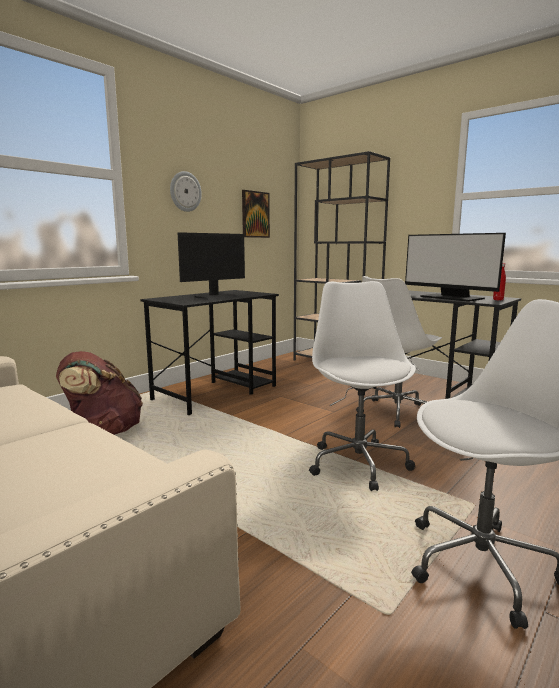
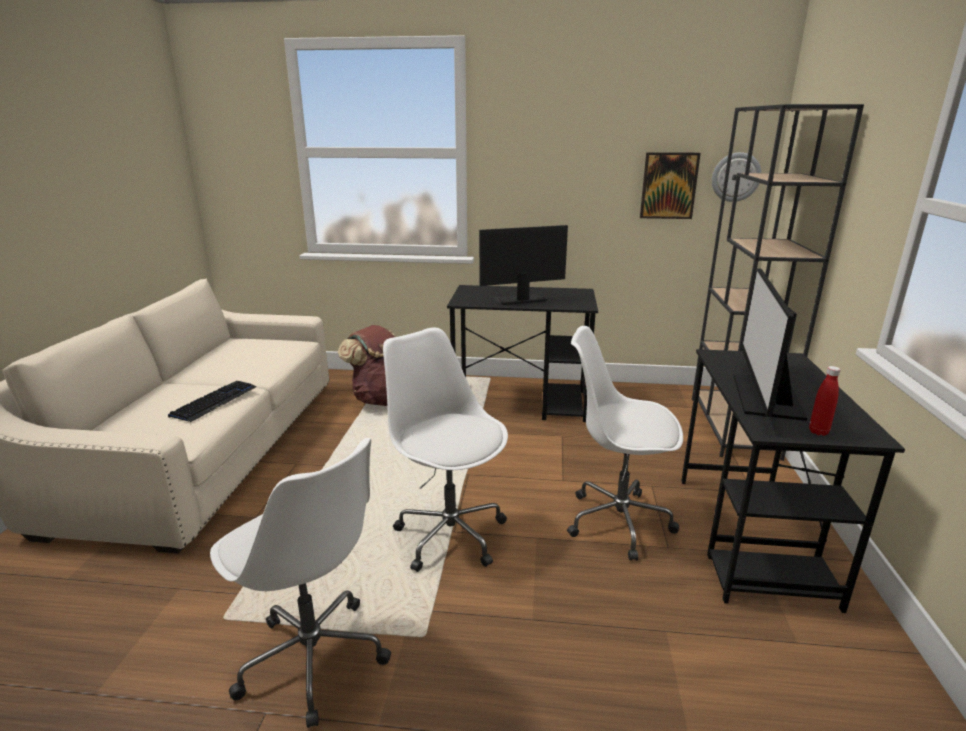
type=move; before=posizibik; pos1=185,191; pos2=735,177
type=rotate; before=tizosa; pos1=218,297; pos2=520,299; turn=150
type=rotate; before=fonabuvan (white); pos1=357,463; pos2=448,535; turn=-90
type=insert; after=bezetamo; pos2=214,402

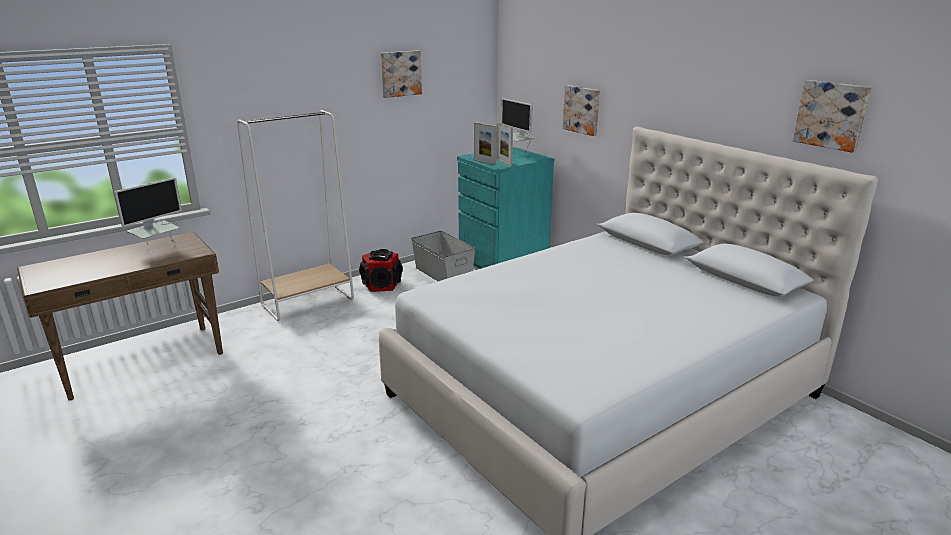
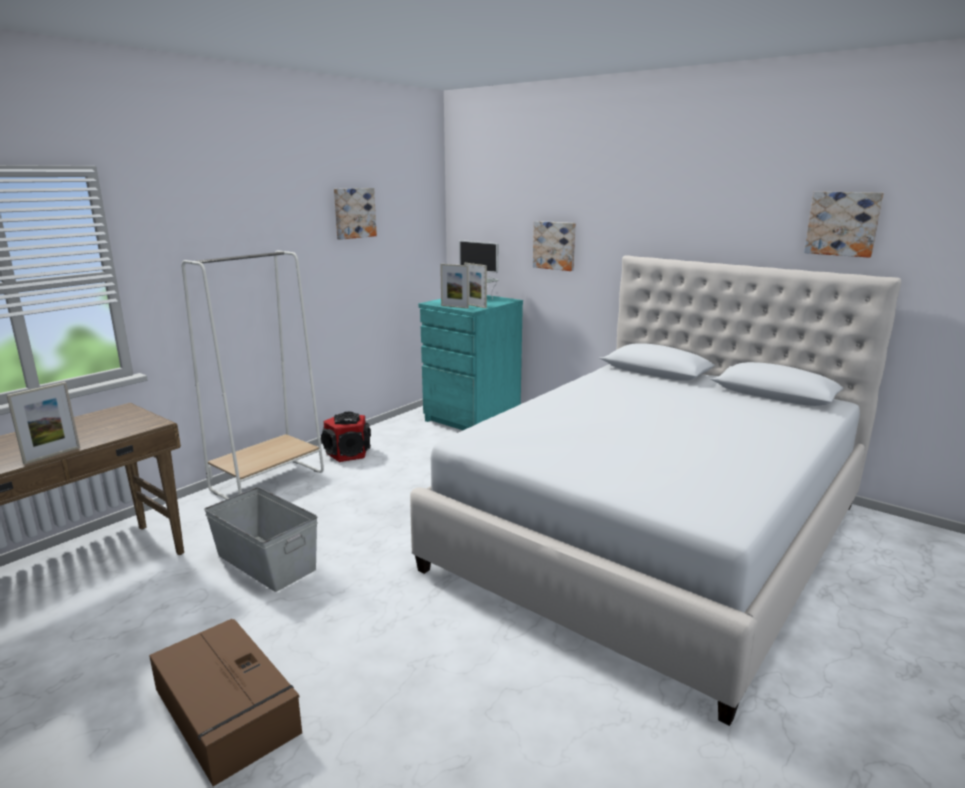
type=delete; before=tizosa; pos1=157,248
type=move; before=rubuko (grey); pos1=443,274; pos2=266,562
type=insert; after=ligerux; pos2=52,455
type=insert; after=rubuko (brown); pos2=227,712

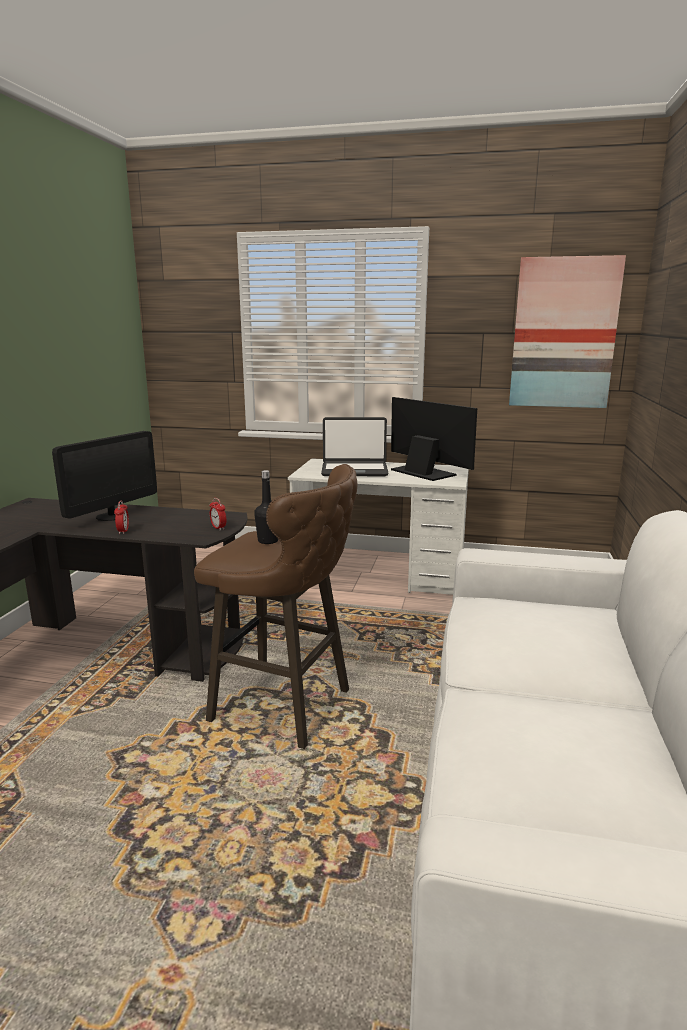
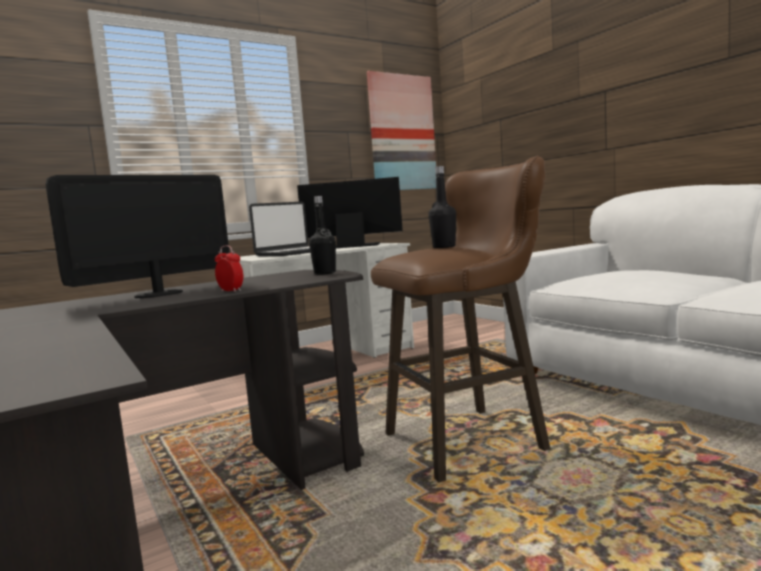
type=rotate; before=tizosa; pos1=112,516; pos2=158,294; turn=-120
type=replace; before=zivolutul; after=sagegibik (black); pos1=218,528; pos2=325,273

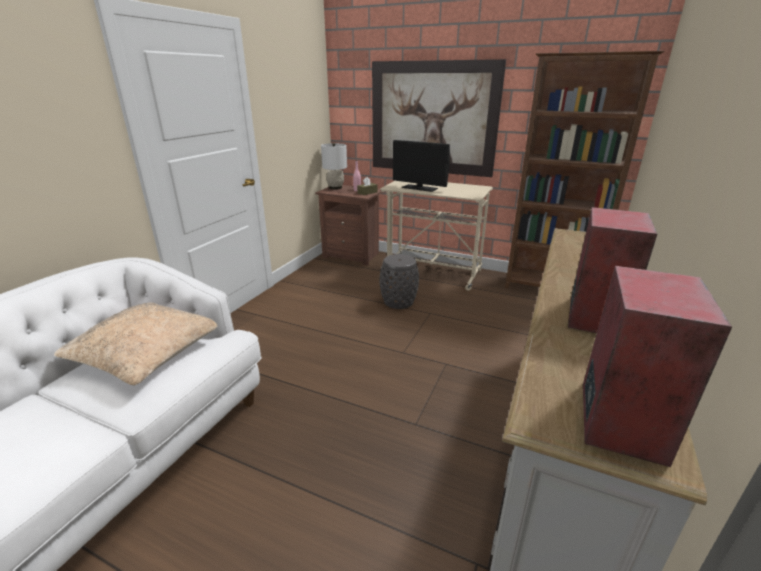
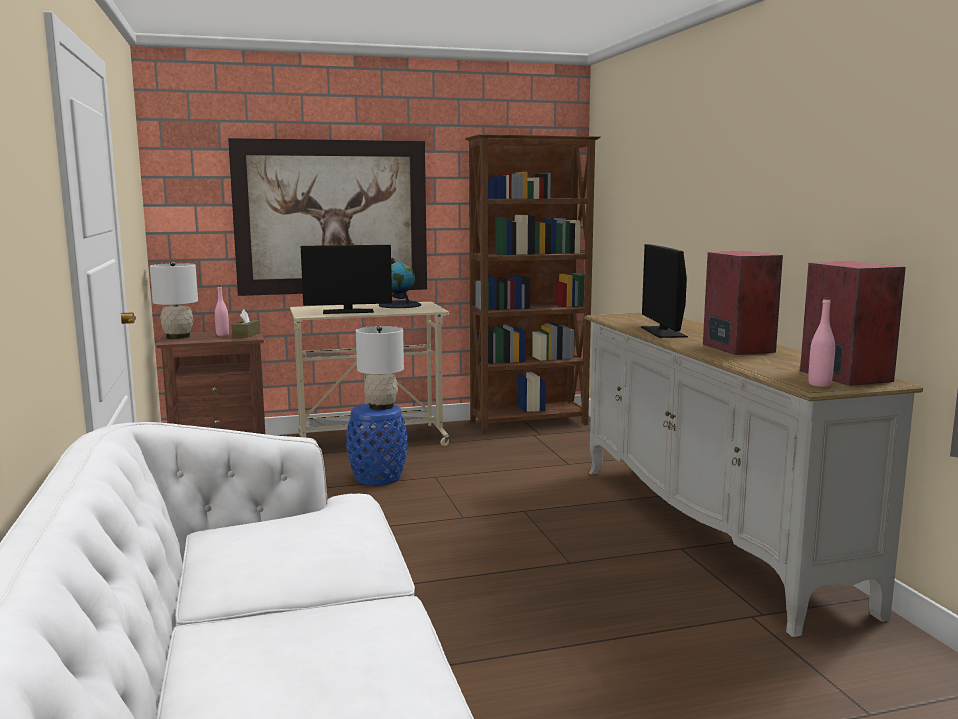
type=recolor; before=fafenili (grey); after=fafenili (blue); pos1=398,302; pos2=377,478
type=delete; before=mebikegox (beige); pos1=147,352
type=insert; after=tizosa; pos2=663,332
type=insert; after=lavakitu; pos2=400,305
type=insert; after=sagegibik (pink); pos2=819,384
type=insert; after=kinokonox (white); pos2=381,406

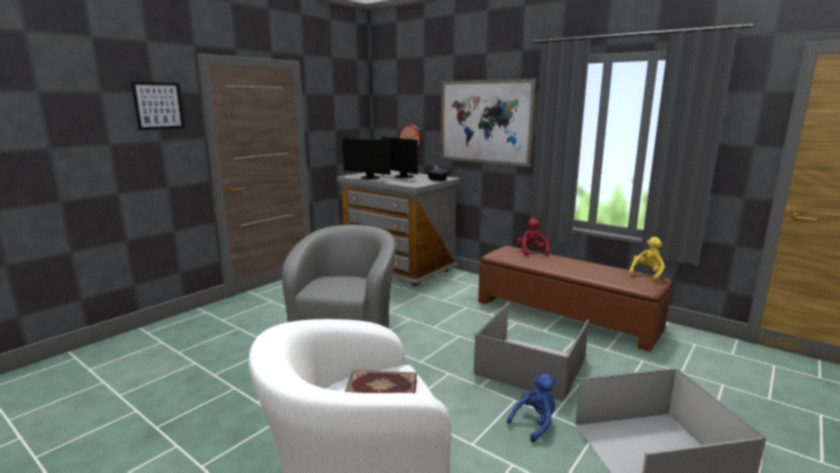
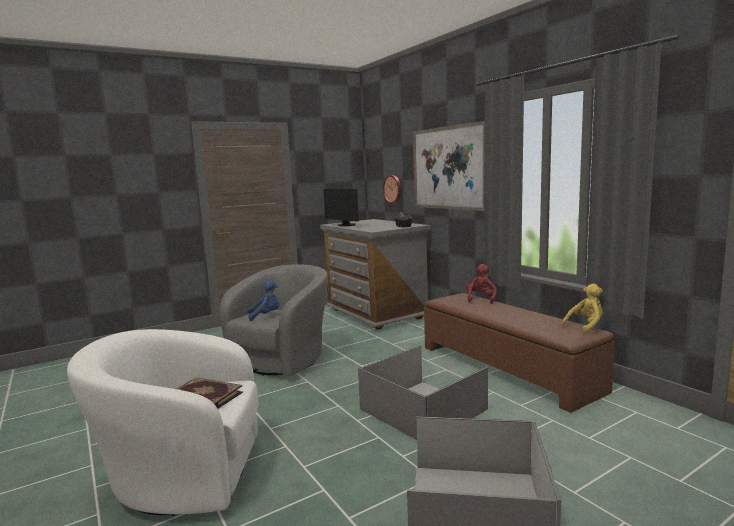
type=delete; before=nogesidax; pos1=158,106
type=delete; before=tizosa; pos1=402,177
type=move; before=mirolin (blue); pos1=535,423; pos2=266,315

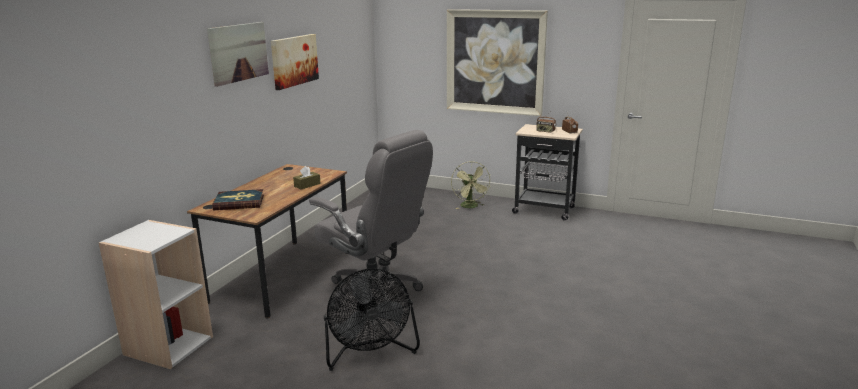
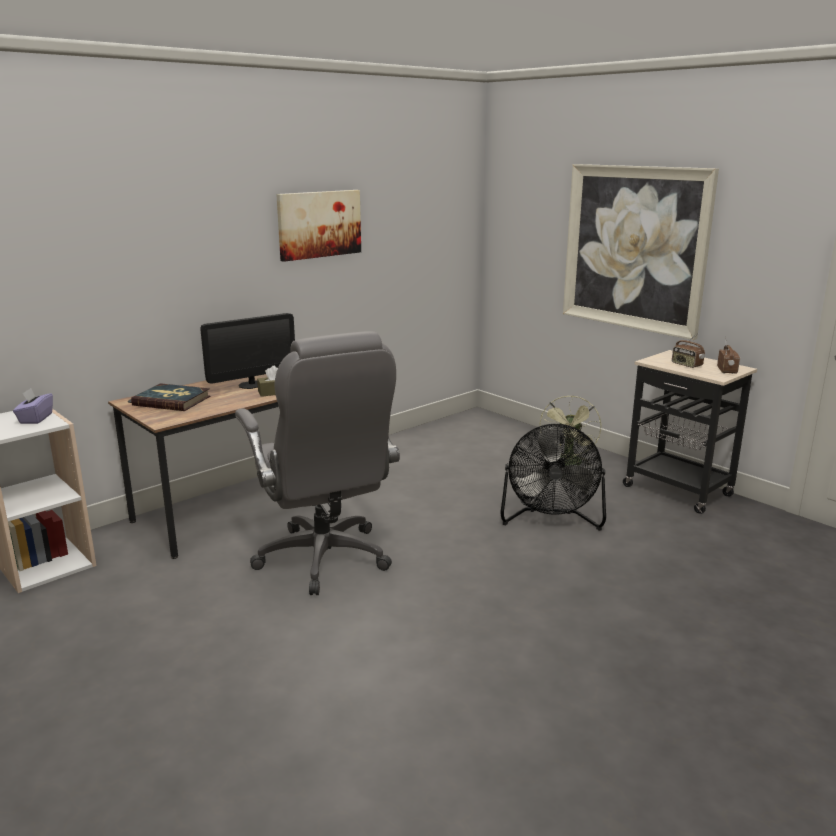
type=delete; before=nogesidax; pos1=239,52
type=move; before=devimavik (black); pos1=366,352; pos2=547,518
type=insert; after=tizosa; pos2=252,385
type=insert; after=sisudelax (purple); pos2=35,418

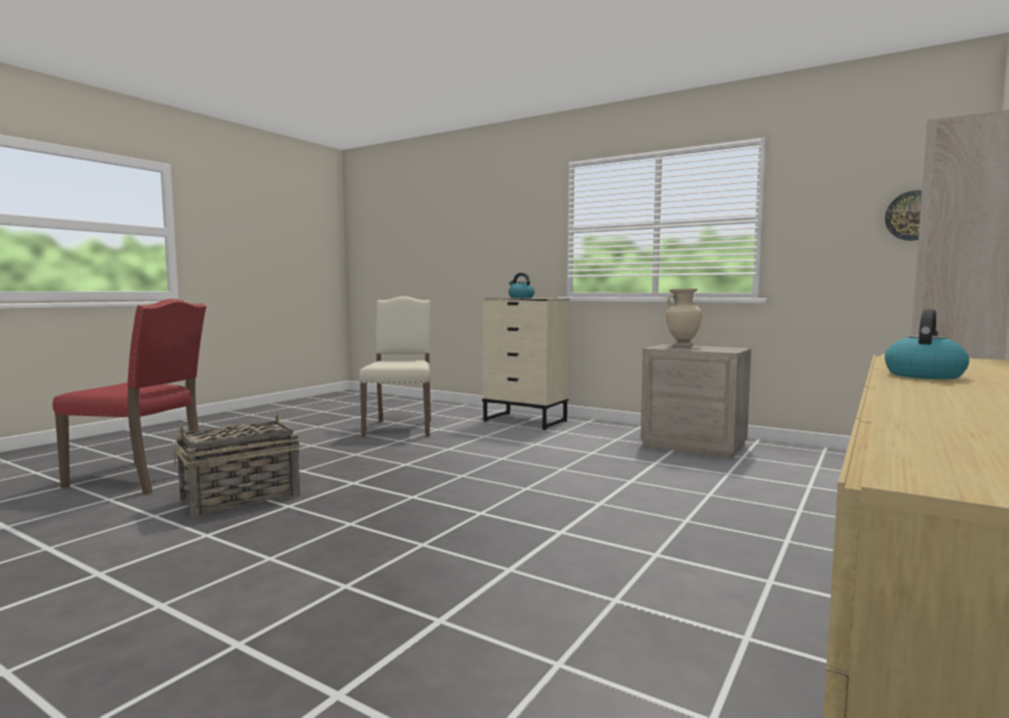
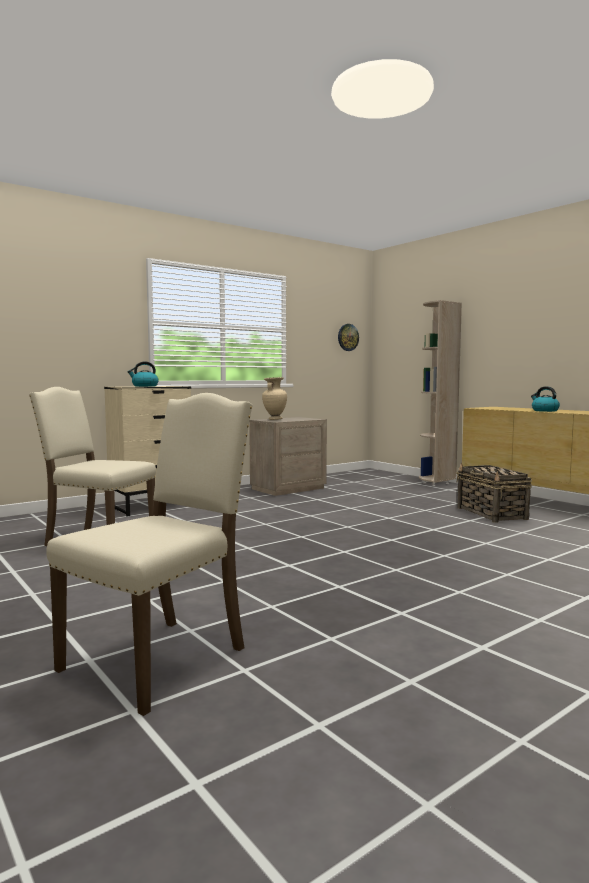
type=recolor; before=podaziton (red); after=podaziton (beige); pos1=142,478; pos2=160,658
type=move; before=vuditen; pos1=239,498; pos2=492,514

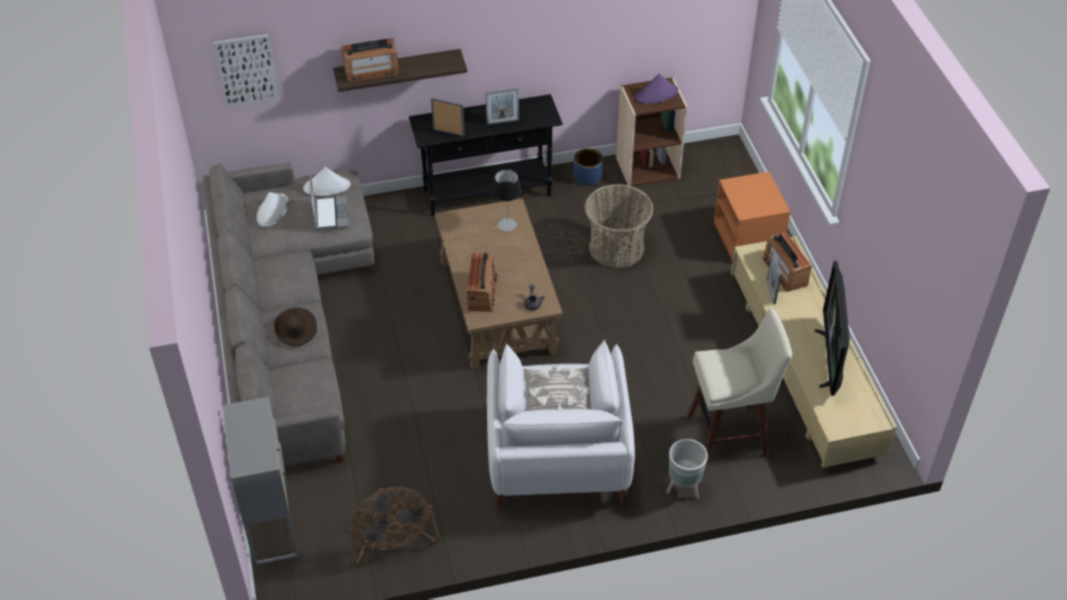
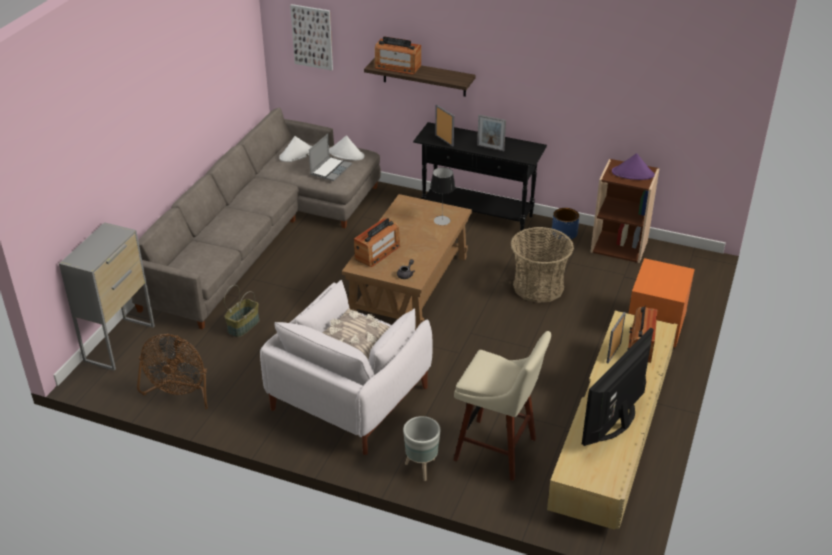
type=delete; before=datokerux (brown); pos1=295,328
type=insert; after=vuditen; pos2=243,325

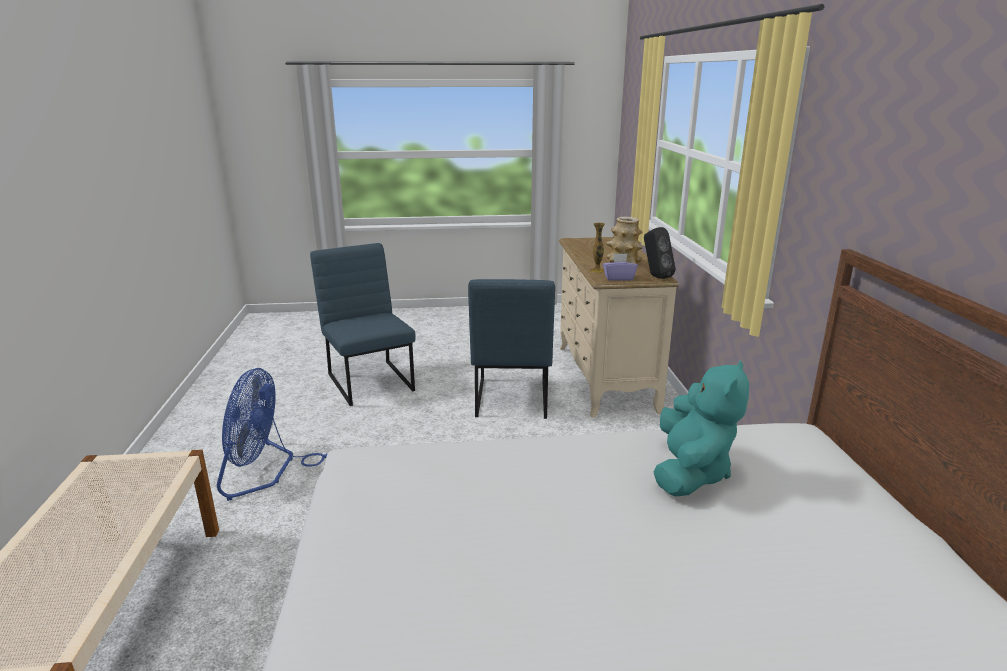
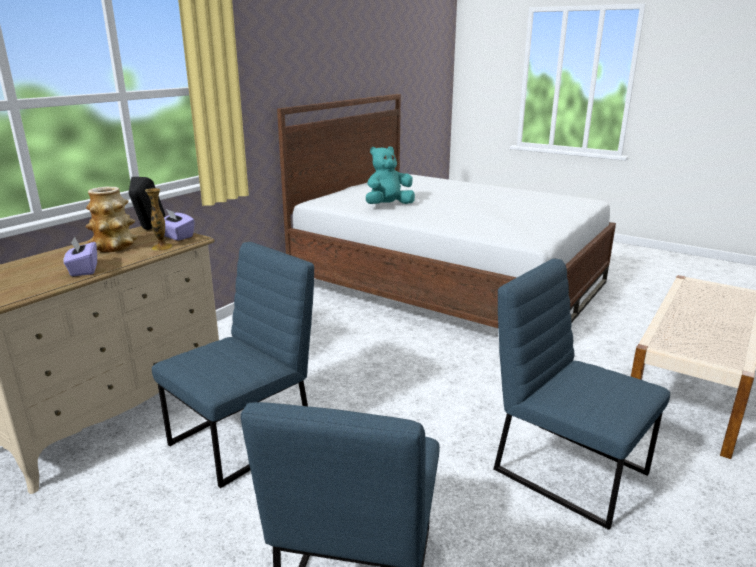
type=replace; before=devimavik (blue); after=podaziton (blue); pos1=271,468; pos2=566,468
type=insert; after=sisudelax (purple); pos2=83,270

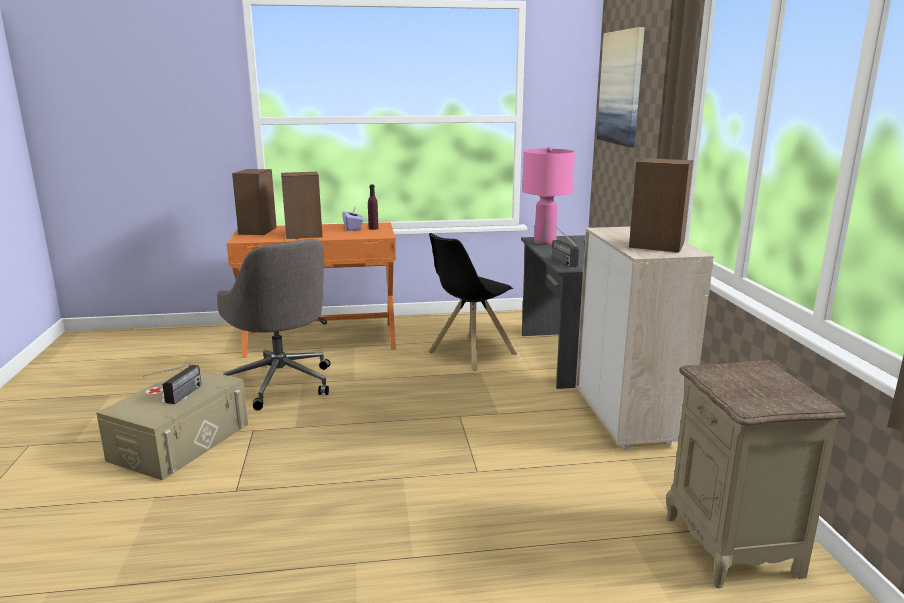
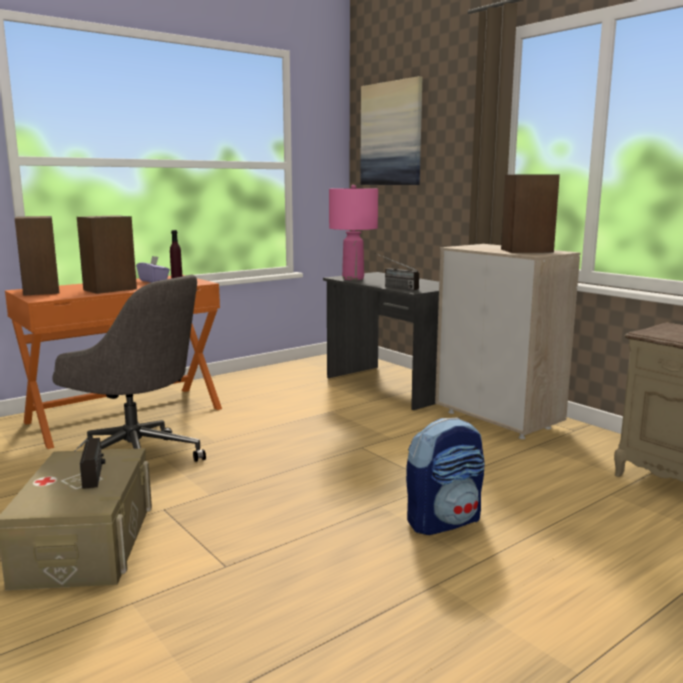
type=delete; before=podaziton (black); pos1=470,353
type=insert; after=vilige; pos2=444,521

